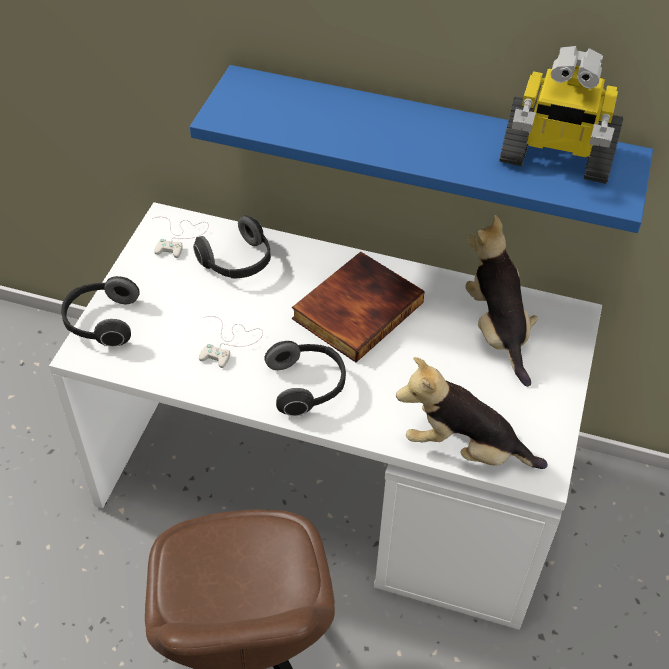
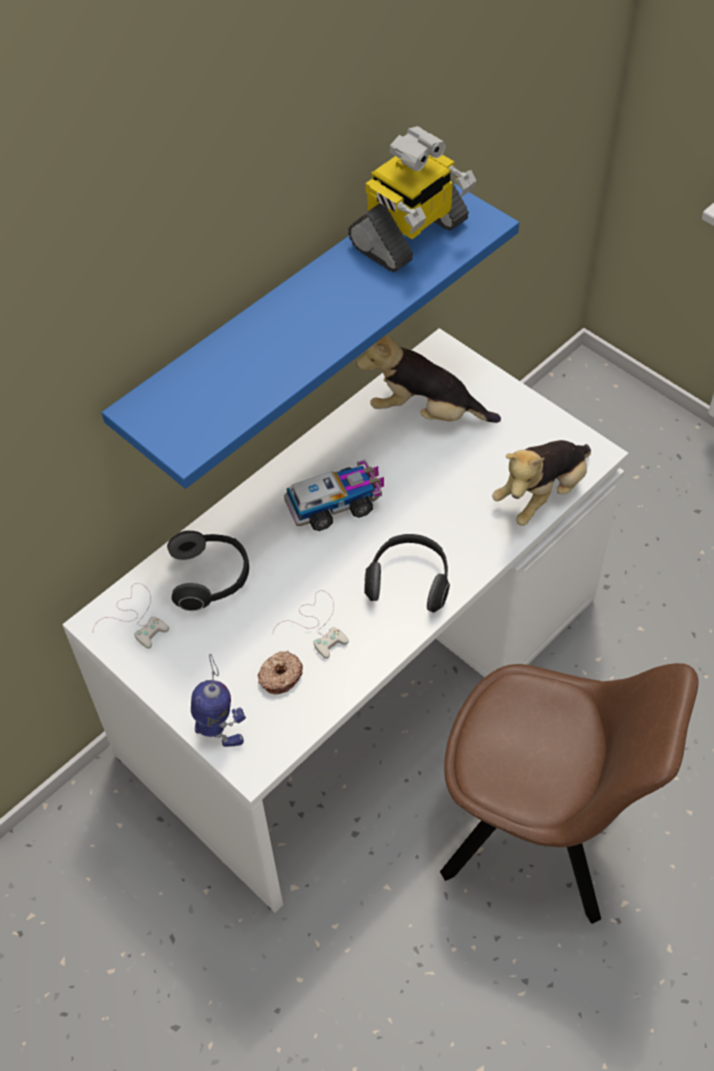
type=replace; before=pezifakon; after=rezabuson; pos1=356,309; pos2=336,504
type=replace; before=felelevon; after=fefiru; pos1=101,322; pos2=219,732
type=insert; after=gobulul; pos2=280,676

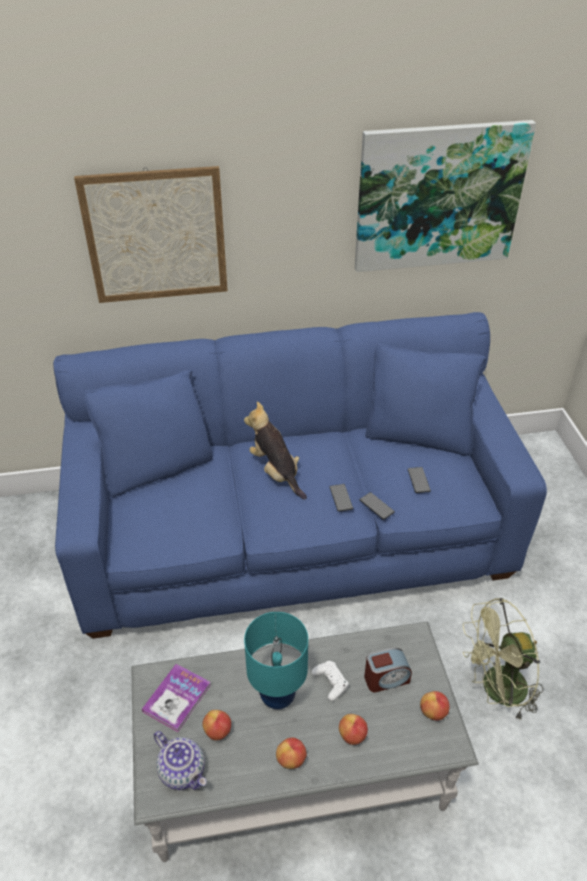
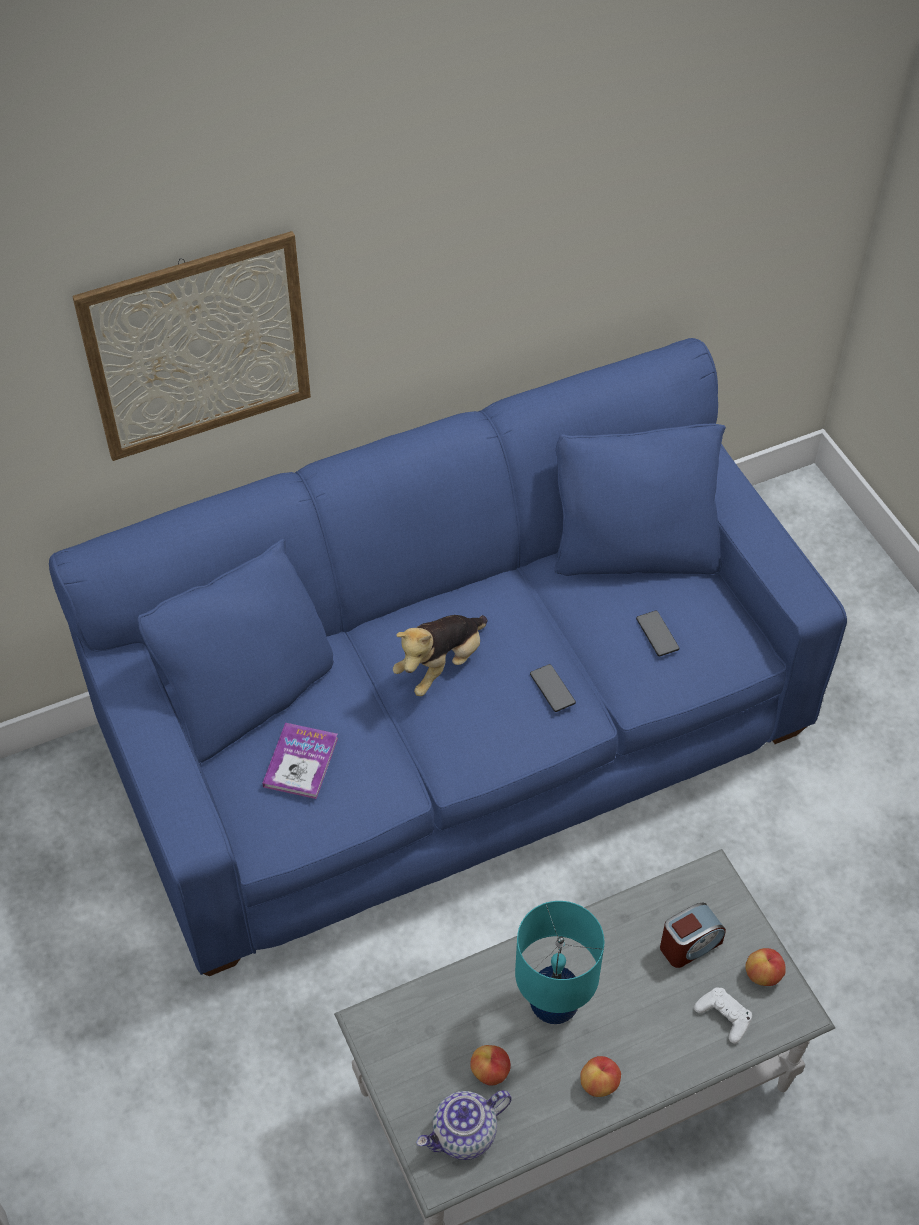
type=delete; before=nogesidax; pos1=438,197
type=rotate; before=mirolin; pos1=276,472; pos2=441,665; turn=-90
type=delete; before=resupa; pos1=376,506
type=delete; before=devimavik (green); pos1=496,690
type=move; before=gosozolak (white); pos1=330,682; pos2=724,1016
type=move; before=pezifakon; pos1=177,698; pos2=301,762
type=delete; before=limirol; pos1=352,735
type=rotate; before=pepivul; pos1=183,771; pos2=464,1135; turn=120

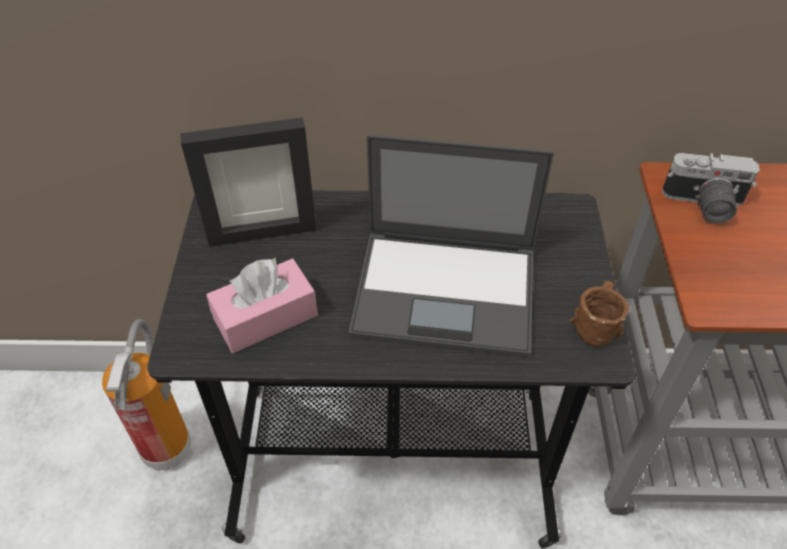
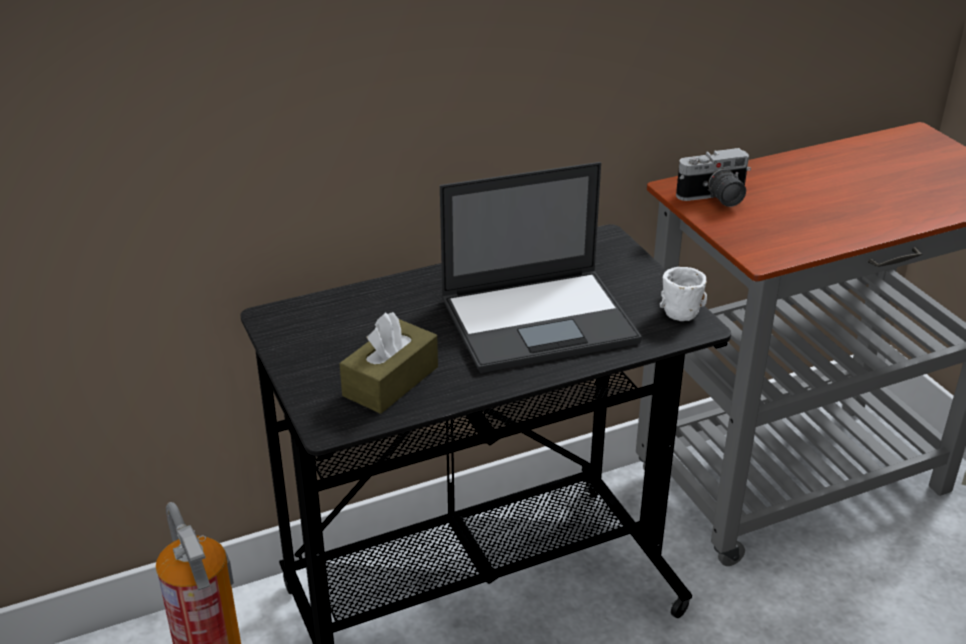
type=delete; before=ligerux; pos1=262,231
type=recolor; before=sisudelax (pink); after=sisudelax (brown); pos1=265,317; pos2=390,381
type=recolor; before=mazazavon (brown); after=mazazavon (white); pos1=594,321; pos2=676,306

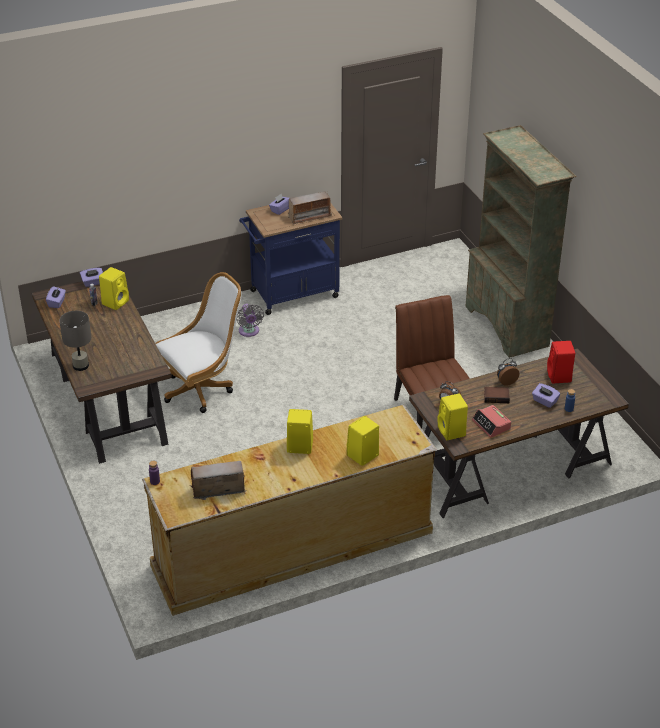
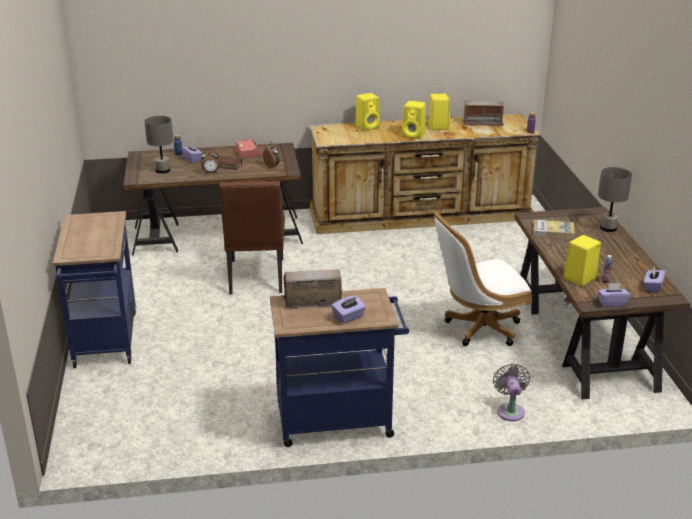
type=replace; before=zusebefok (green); after=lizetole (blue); pos1=507,326; pos2=105,341
type=move; before=devimavik (grey); pos1=249,332; pos2=510,410
type=replace; before=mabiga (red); after=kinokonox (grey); pos1=559,377; pos2=162,170
type=move; before=mabiga (yellow); pos1=452,432; pos2=438,126
type=insert; after=pezifakon; pos2=553,231

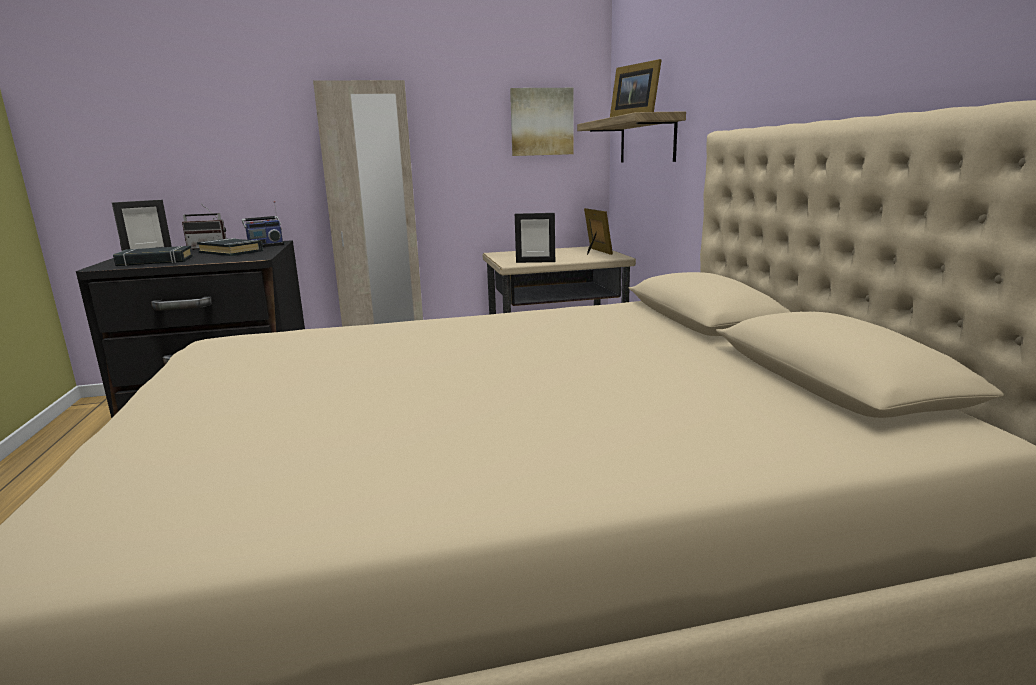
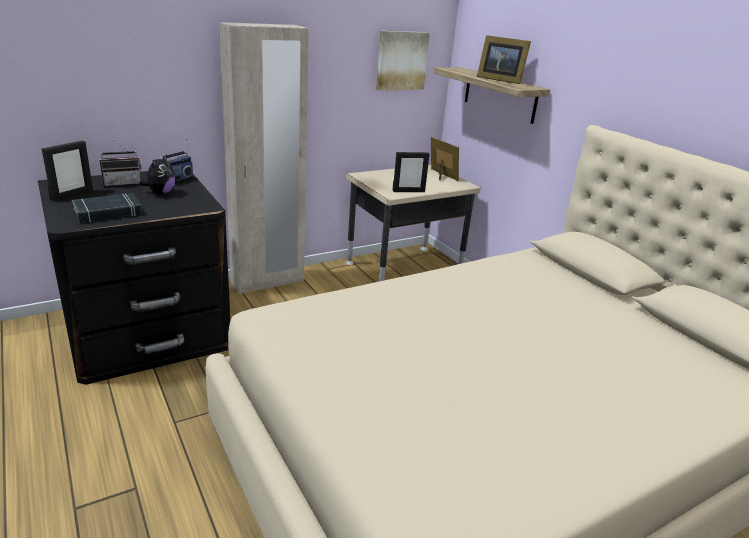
type=replace; before=pezifakon (black); after=mirolin; pos1=231,252; pos2=161,193

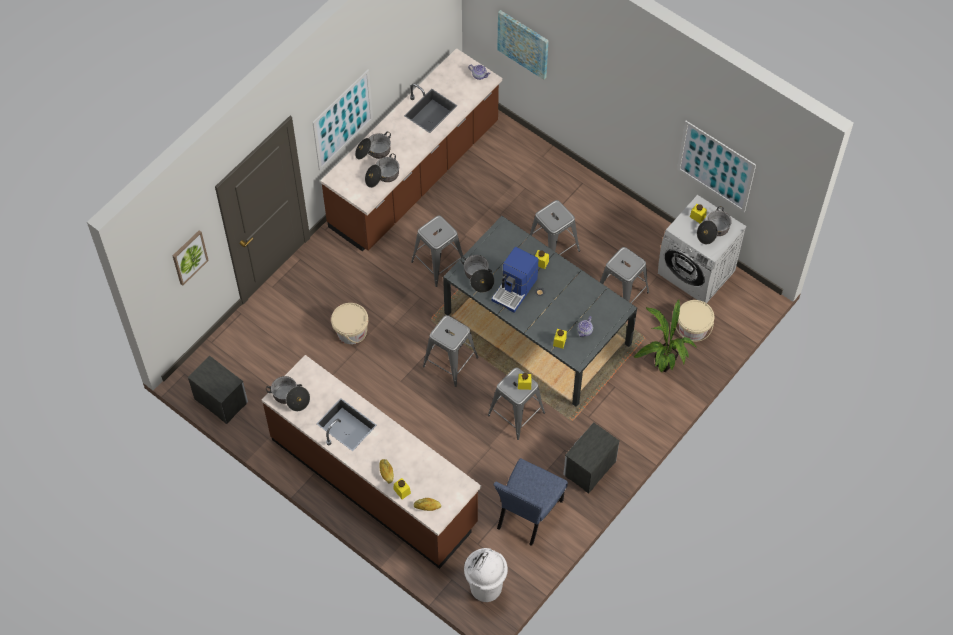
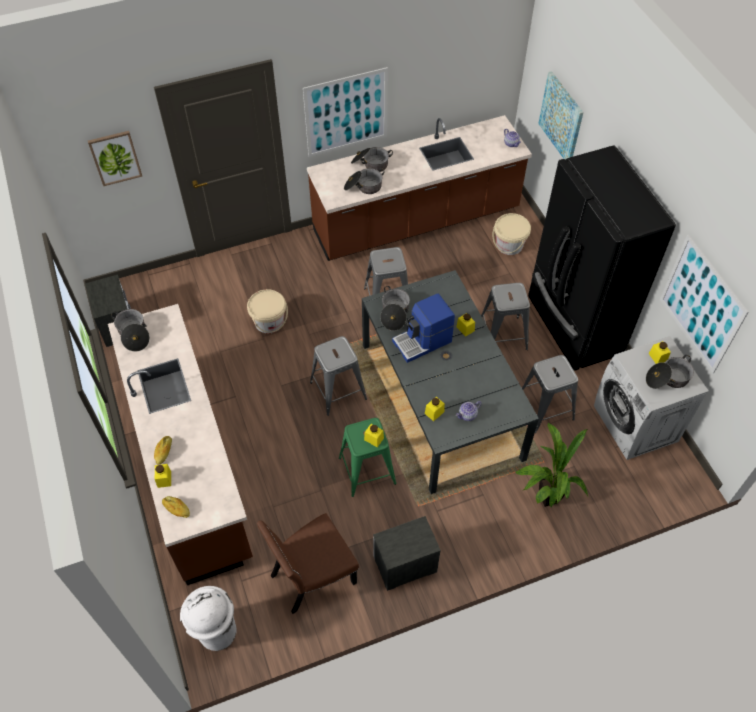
type=move; before=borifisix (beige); pos1=692,329; pos2=509,245
type=recolor; before=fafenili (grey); after=fafenili (green); pos1=516,414; pos2=367,470
type=recolor; before=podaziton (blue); after=podaziton (brown); pos1=528,511; pos2=314,576
type=insert; after=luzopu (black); pos2=571,326

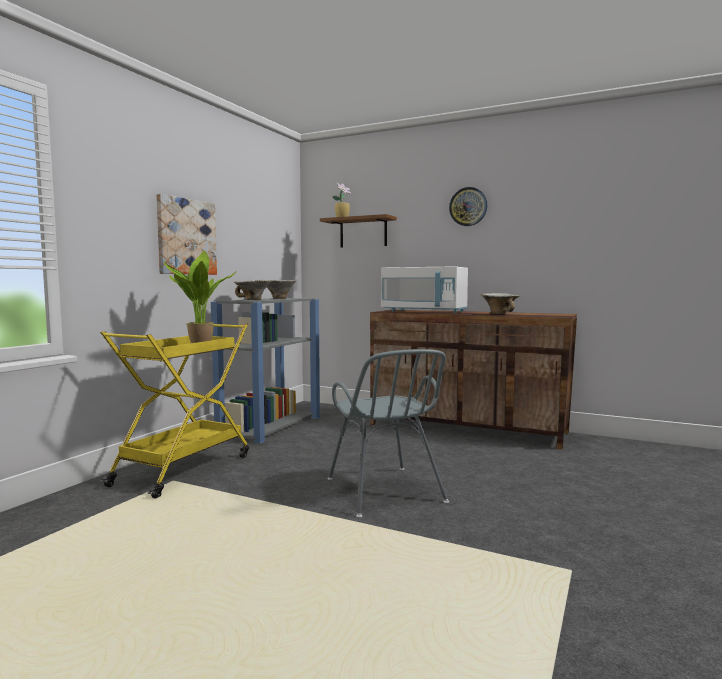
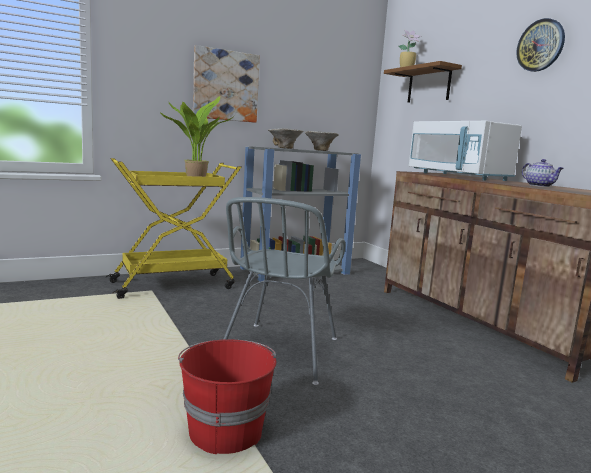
type=replace; before=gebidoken; after=pepivul; pos1=499,313; pos2=540,186
type=insert; after=borifisix (red); pos2=225,431

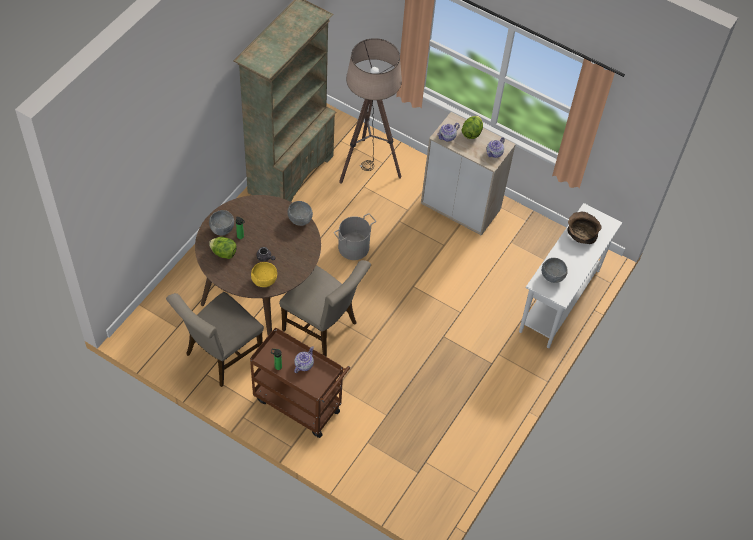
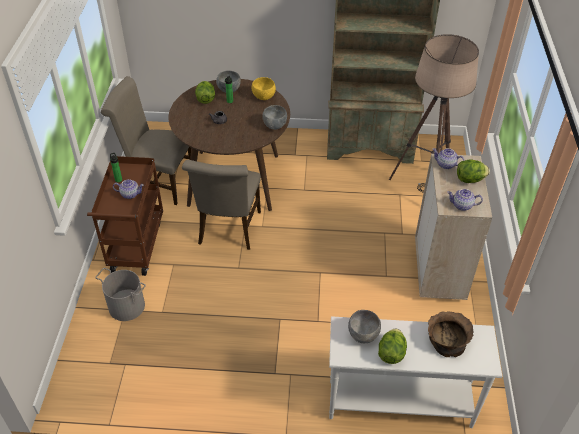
type=move; before=borifisix (grey); pos1=354,247; pos2=126,306
type=move; before=gebidoken (yellow); pos1=264,281; pos2=263,97
type=insert; after=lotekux; pos2=391,353

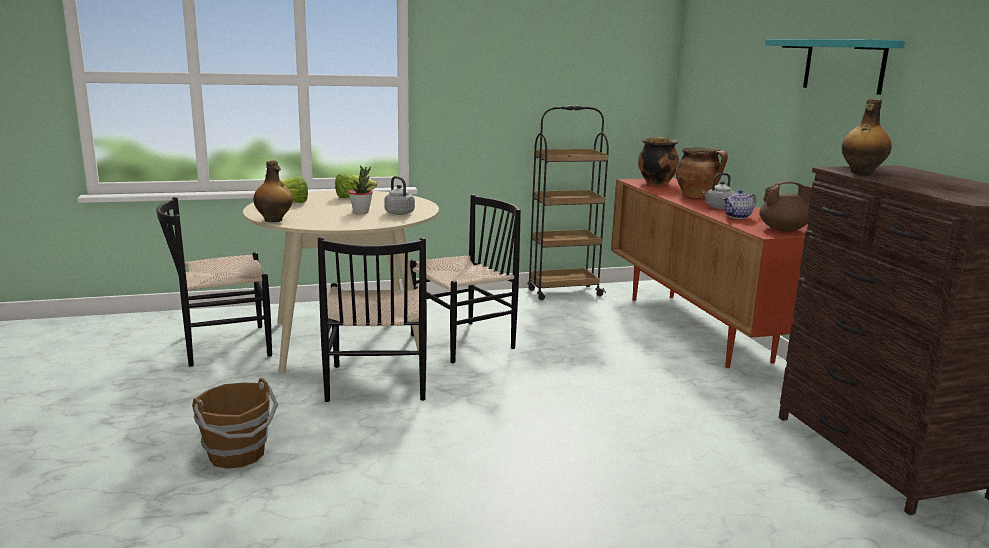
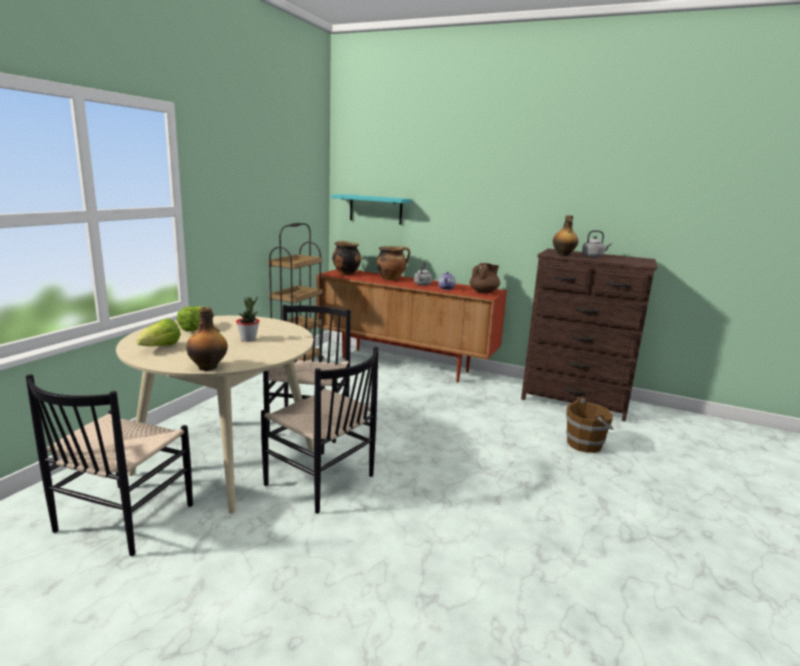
type=move; before=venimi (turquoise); pos1=844,65; pos2=375,209
type=move; before=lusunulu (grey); pos1=400,213; pos2=593,256
type=move; before=borifisix (brown); pos1=237,454; pos2=585,444

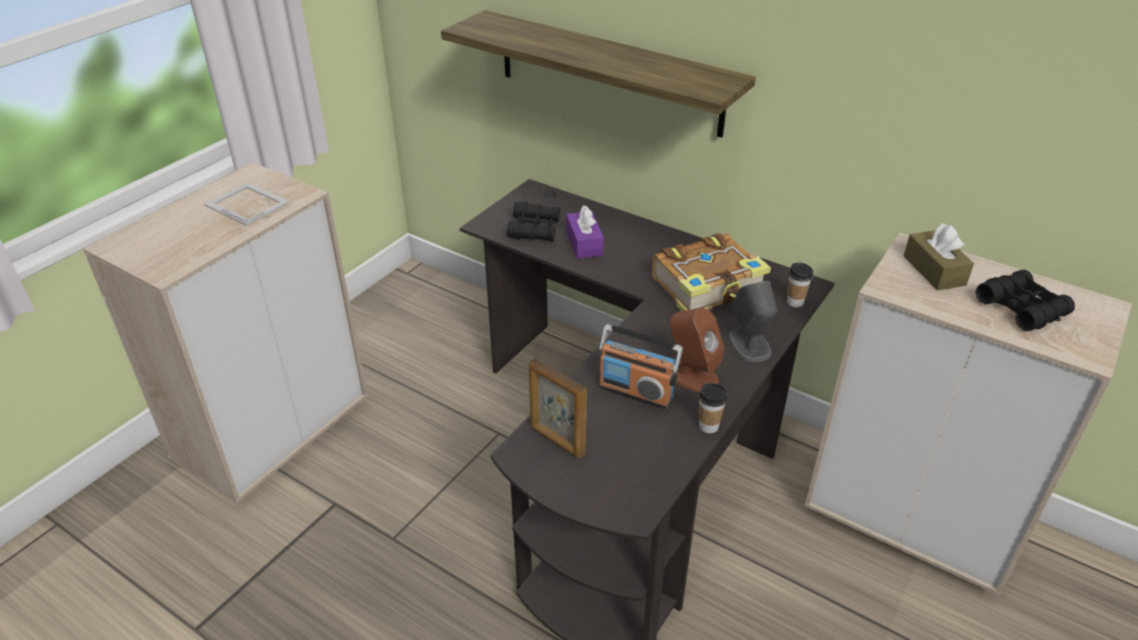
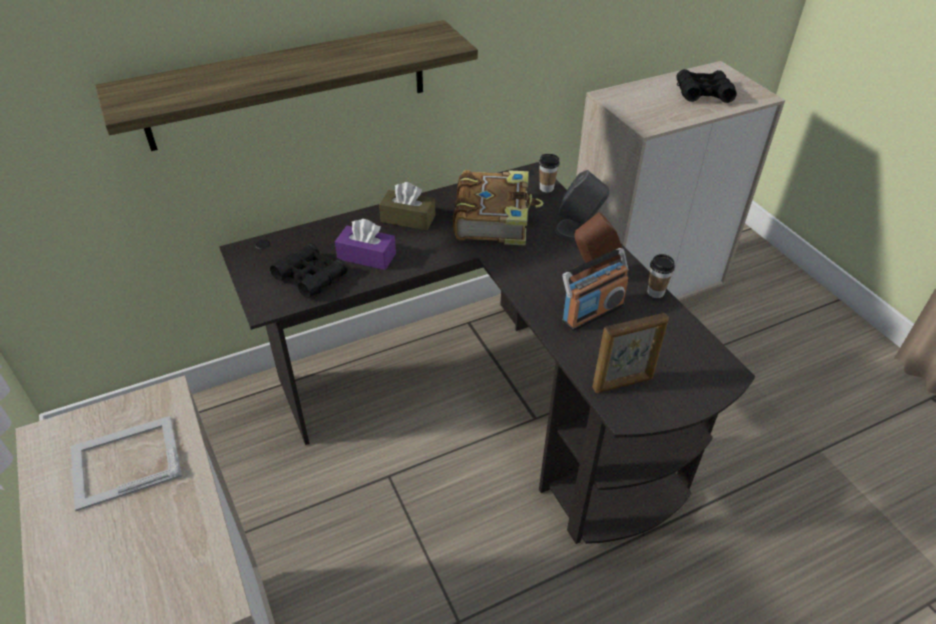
type=move; before=sisudelax (brown); pos1=934,270; pos2=408,218

